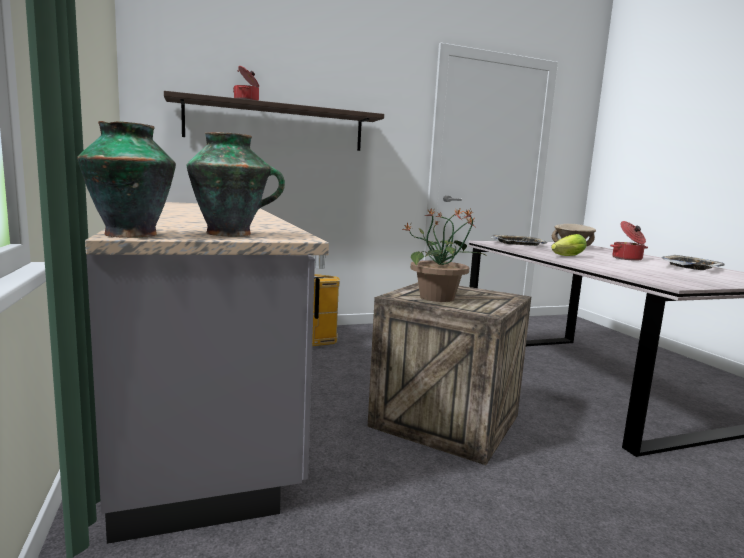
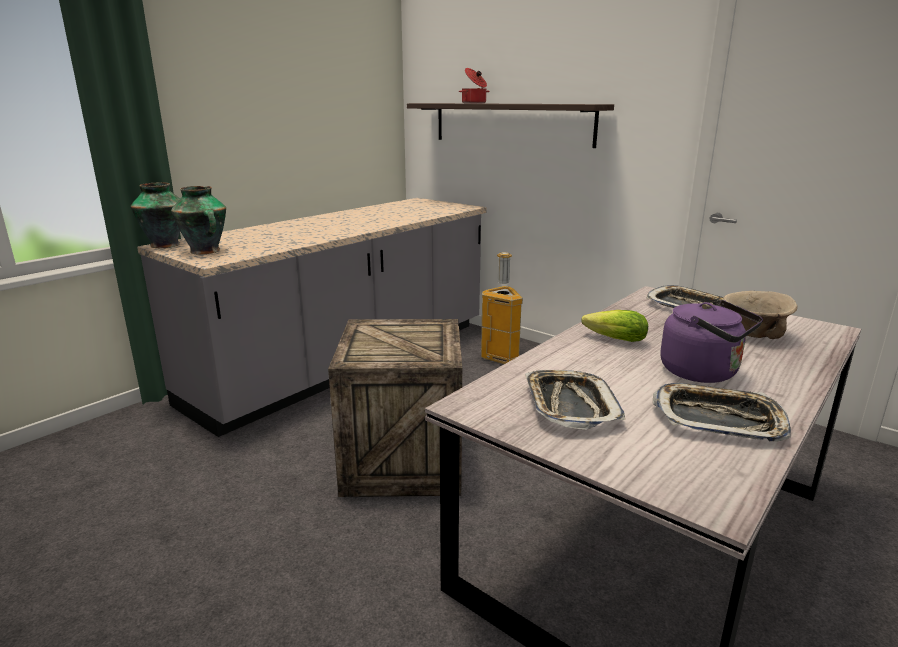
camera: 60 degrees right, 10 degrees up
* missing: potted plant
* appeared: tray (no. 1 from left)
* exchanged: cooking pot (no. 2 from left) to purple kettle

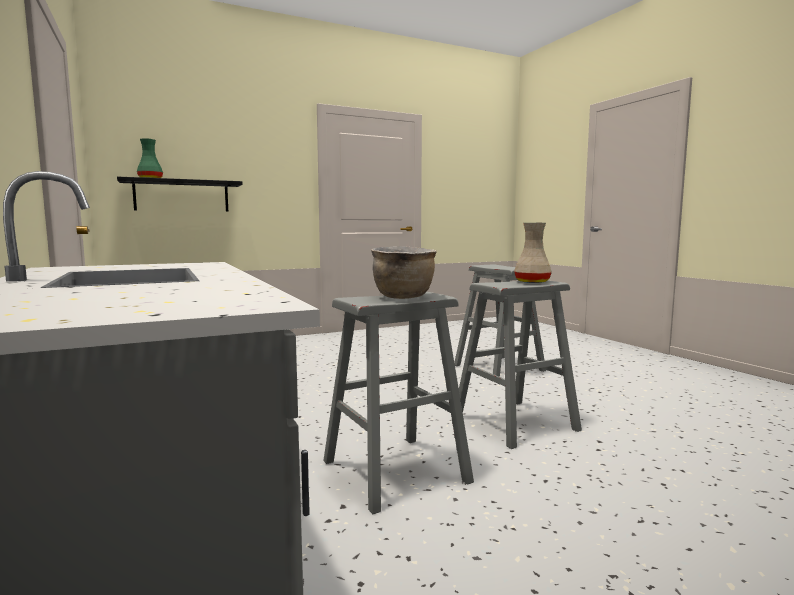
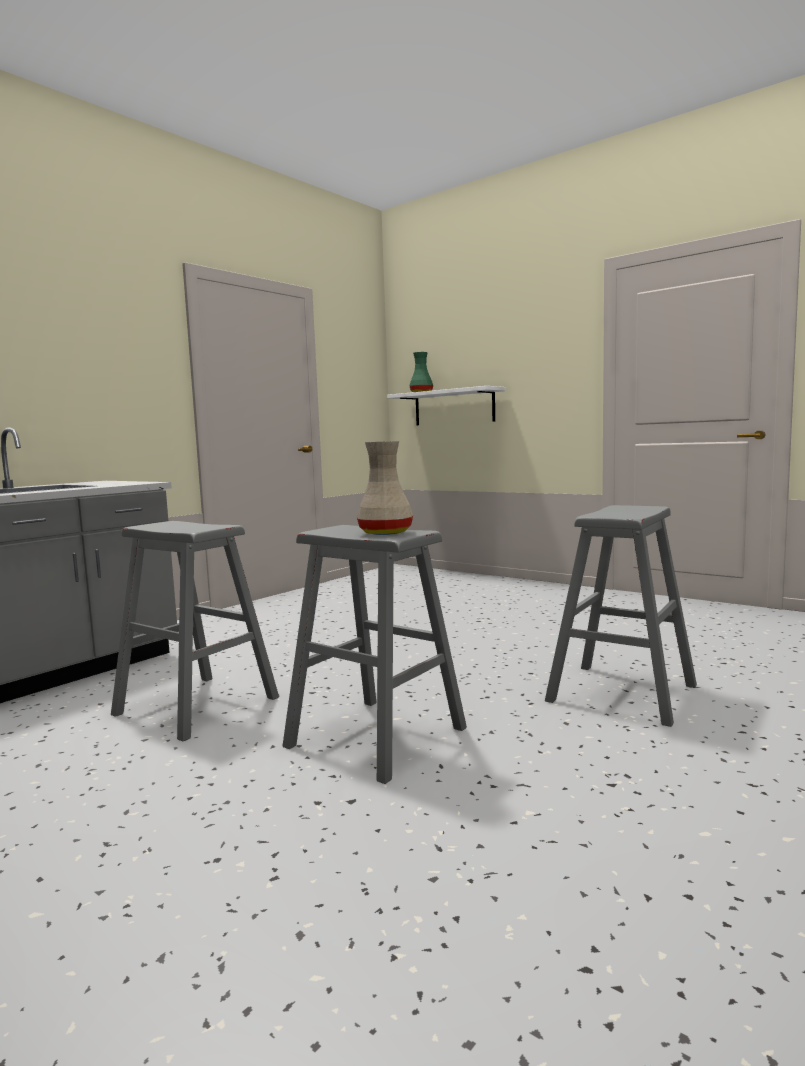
camera: 65 degrees right, 0 degrees up
* missing: brown cooking pot
* colour: black shelf to white shelf

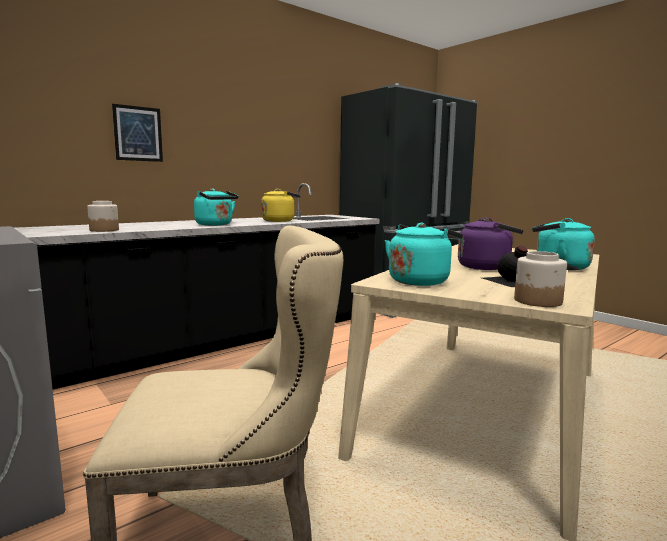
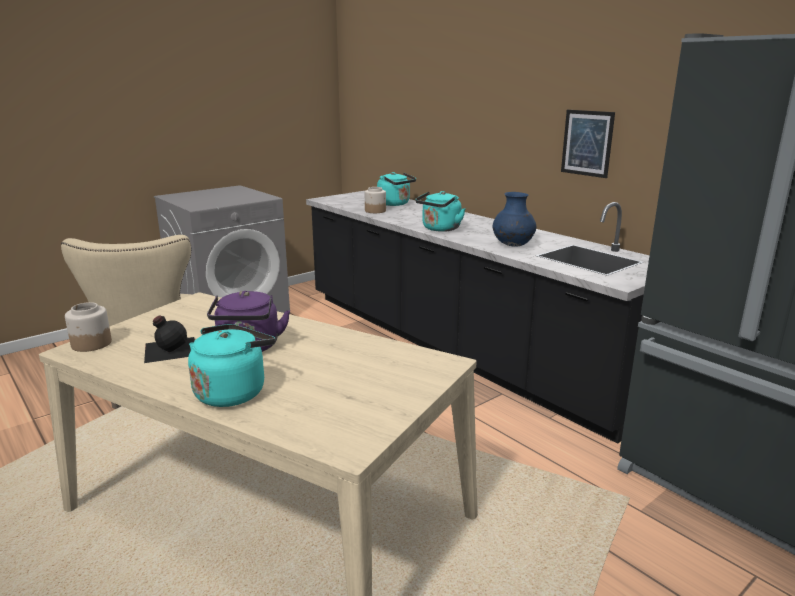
camera: 90 degrees right, 10 degrees up
* relocated: picture
* relocated: turquoise kettle (no. 2 from left)
* exchanged: yellow kettle to blue vase

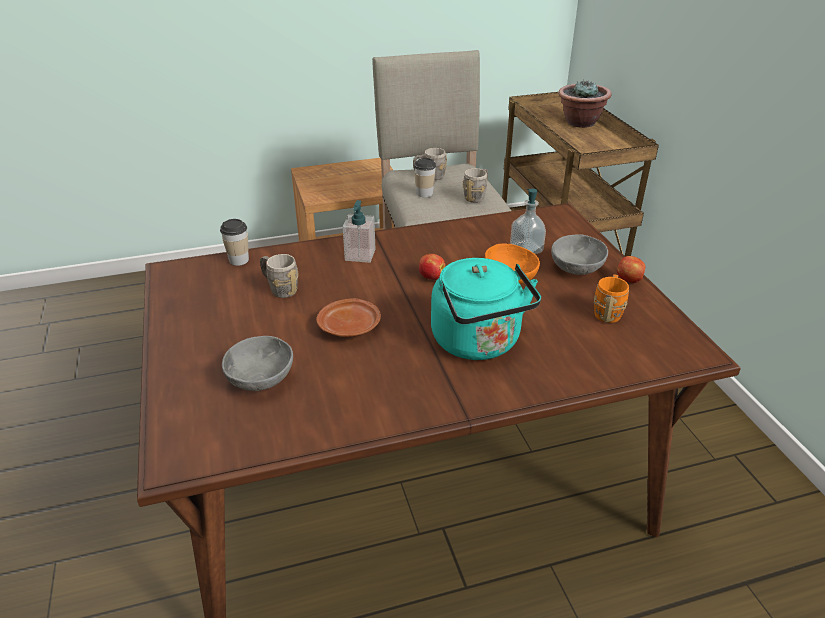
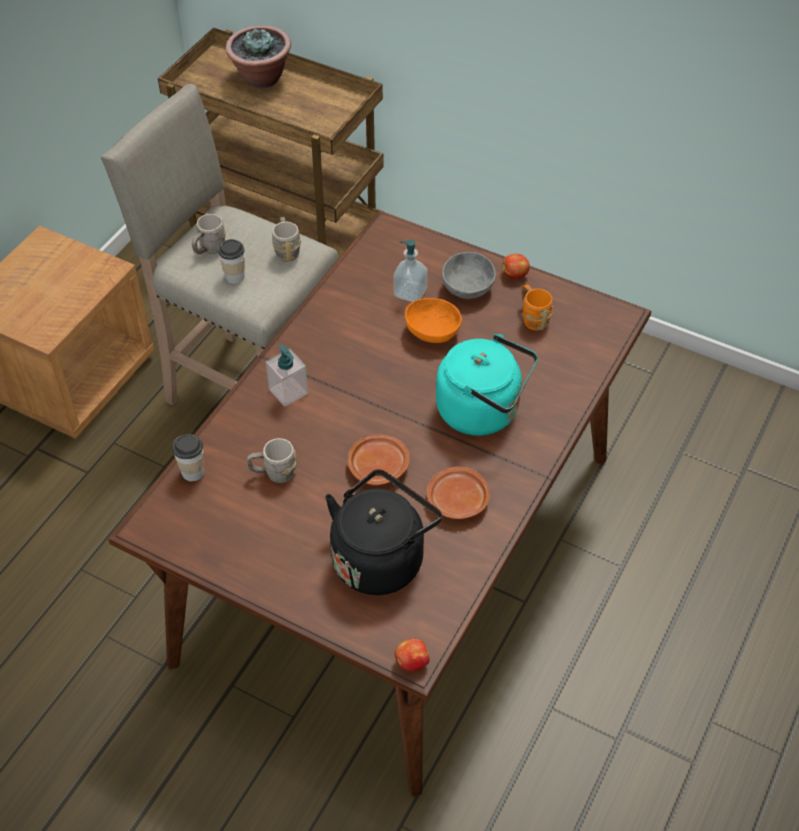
camera: 45 degrees left, 15 degrees up
* appeared: brown plate (no. 2 from left)
* relocated: apple (no. 1 from left)
* exchanged: grey bowl (no. 1 from left) to black kettle

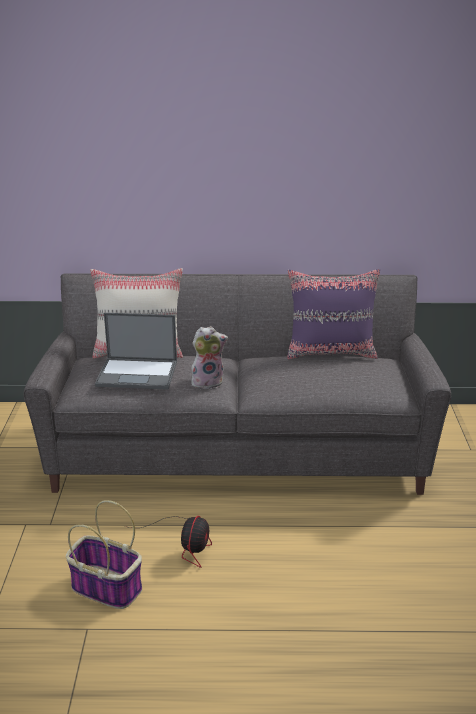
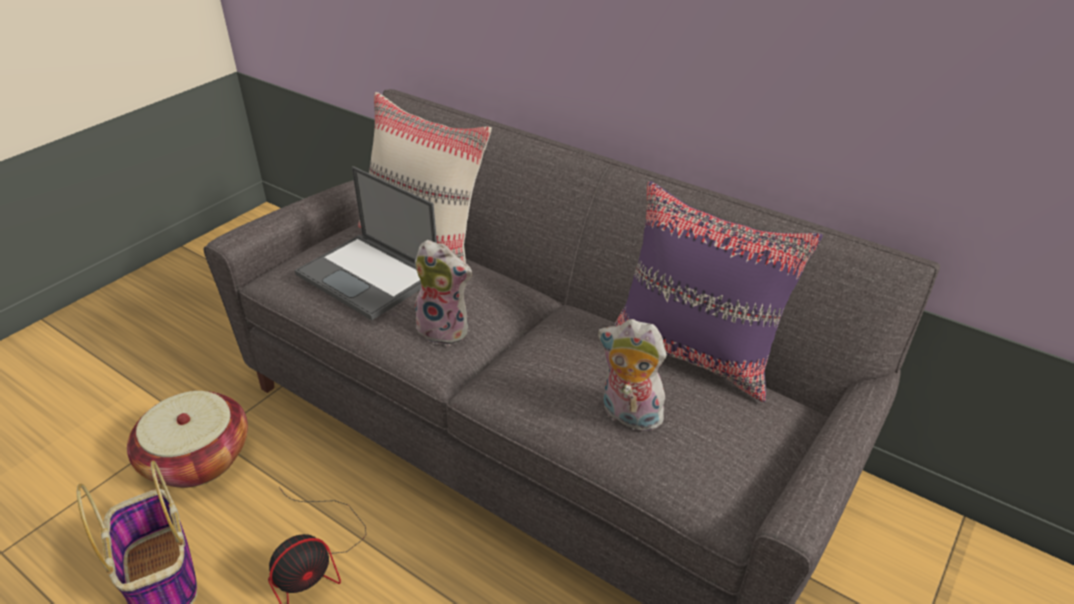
camera: 35 degrees right, 10 degrees up
* appeared: basket (no. 2 from left)
* appeared: plush toy (no. 2 from left)

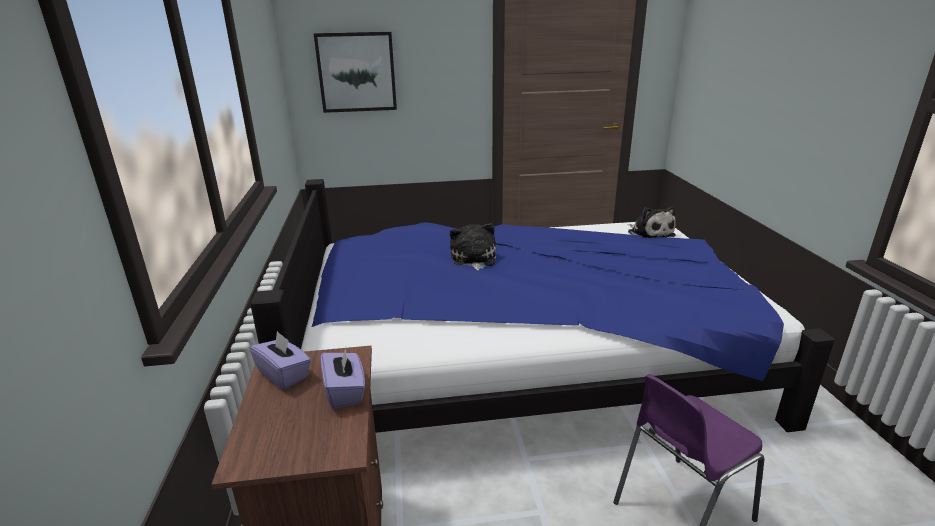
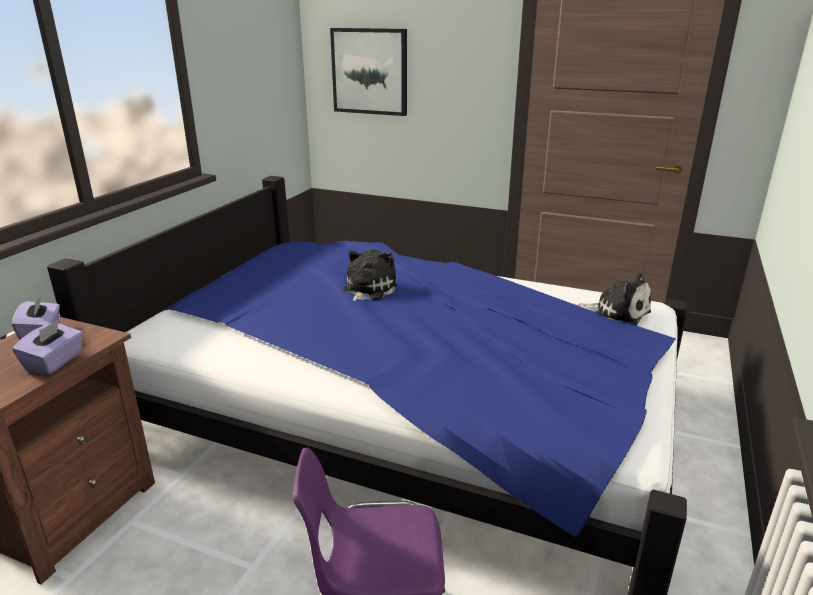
camera: 30 degrees right, 0 degrees up
* spun: plush toy (no. 2 from left) 60 degrees counterclockwise

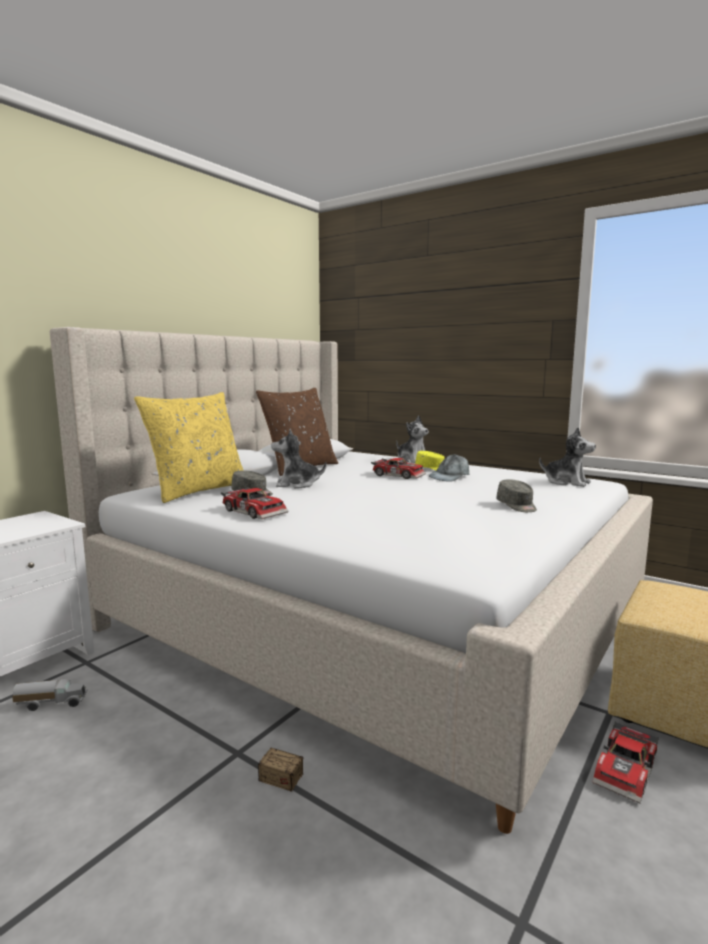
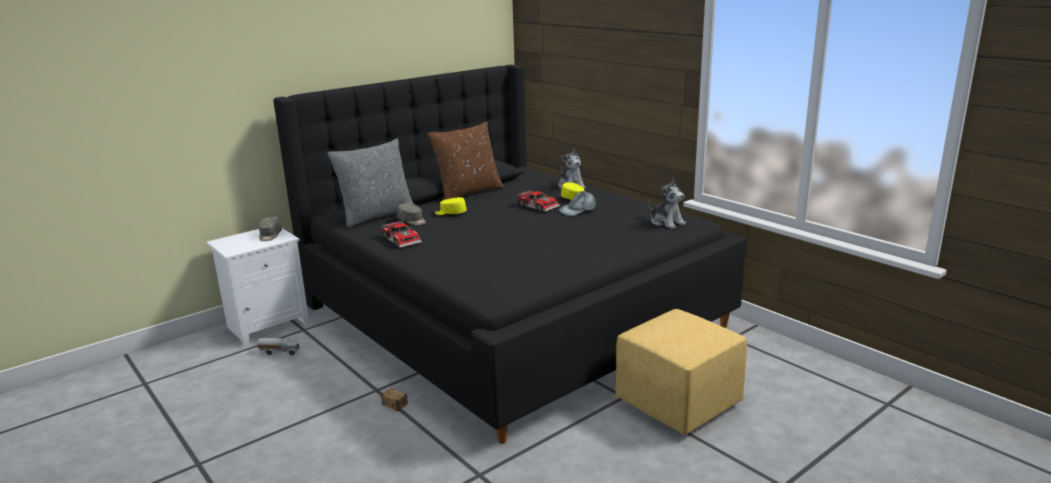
camera: 15 degrees right, 10 degrees up
* missing: toy car (no. 3 from left)
* relocated: grey cap (no. 3 from left in the first image) to grey cap (no. 1 from left)
* exchanged: plush toy (no. 1 from left) to yellow cap (no. 1 from left)
* colour: beige bed to black bed
* colour: yellow pillow to grey pillow

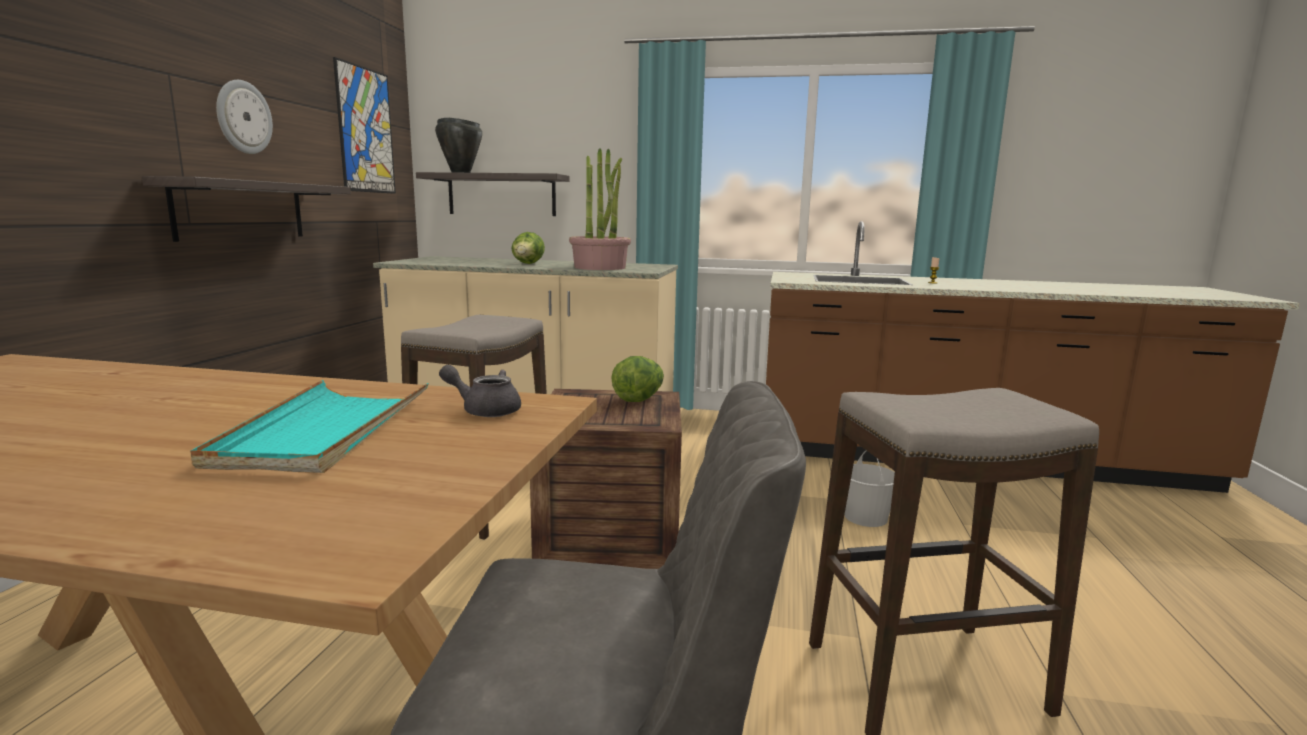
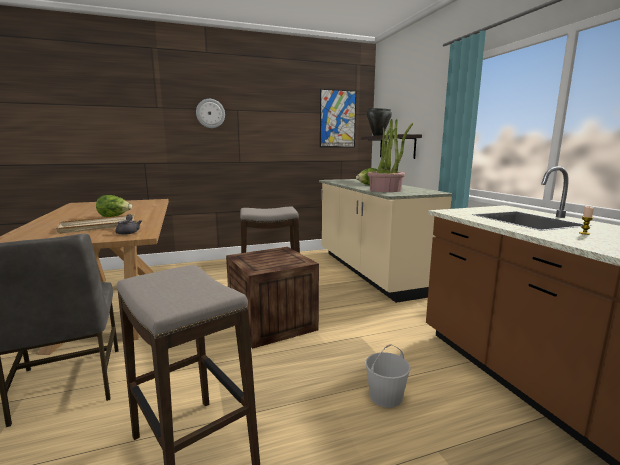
camera: 60 degrees right, 0 degrees up
* missing: shelf (no. 1 from left)
* relocated: wall clock
* relocated: lettuce (no. 2 from left in the first image) to lettuce (no. 1 from left)
* colour: turquoise tray to beige tray

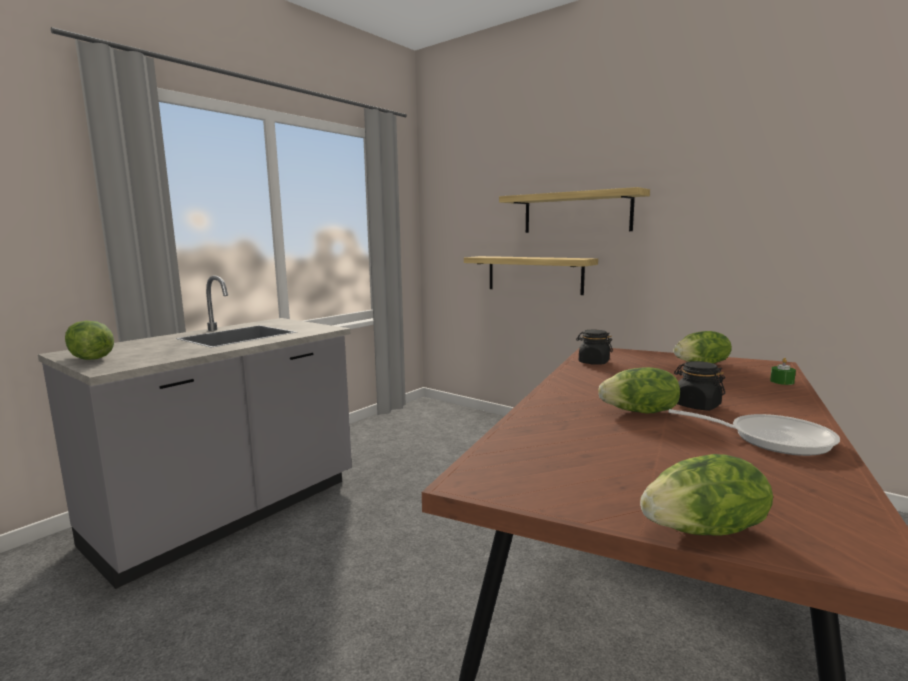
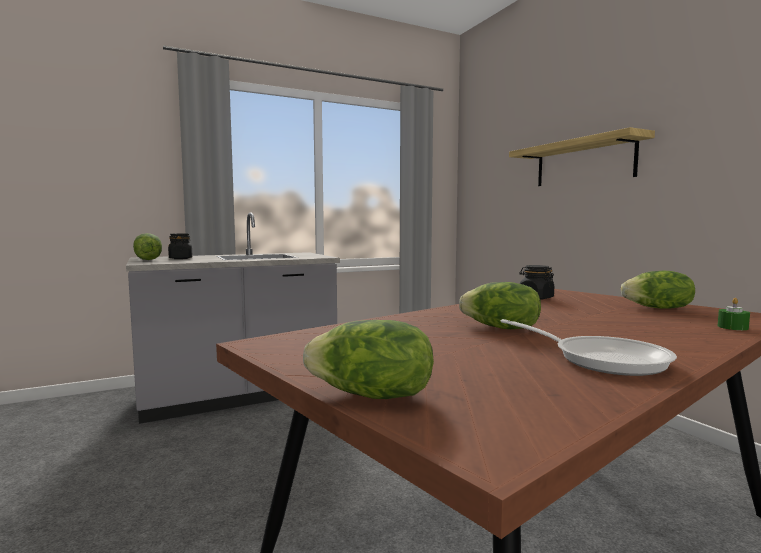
camera: 25 degrees right, 5 degrees down
* missing: shelf (no. 1 from left)
* relocated: black jar (no. 2 from left in the first image) to black jar (no. 1 from left)

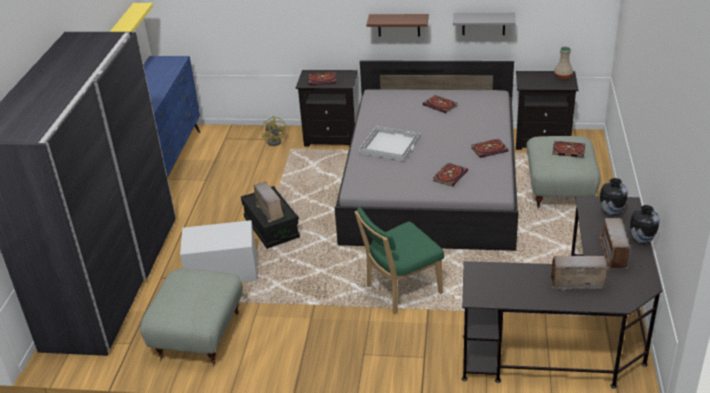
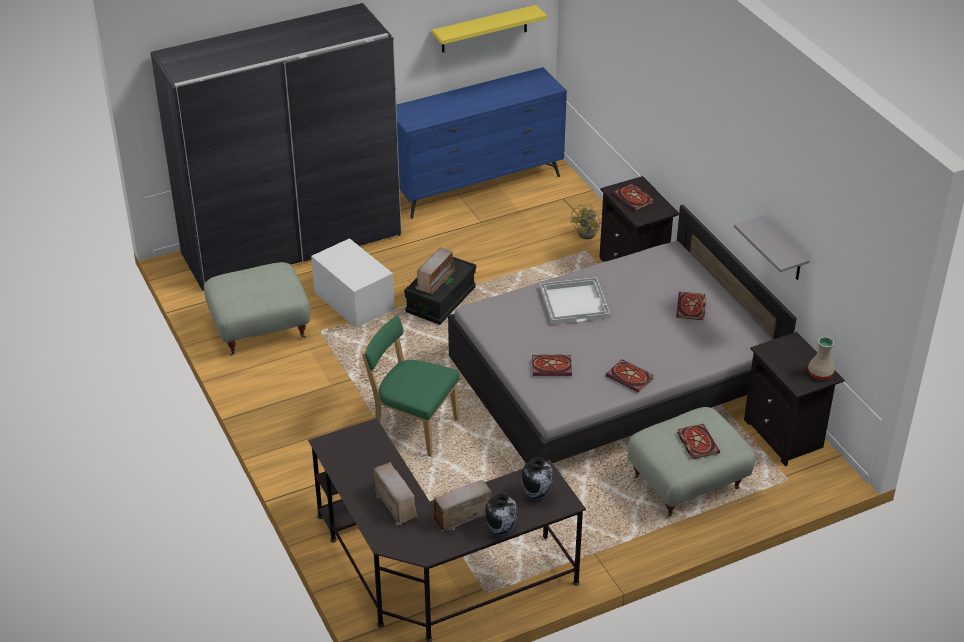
camera: 55 degrees right, 5 degrees up
* missing: brown shelf

